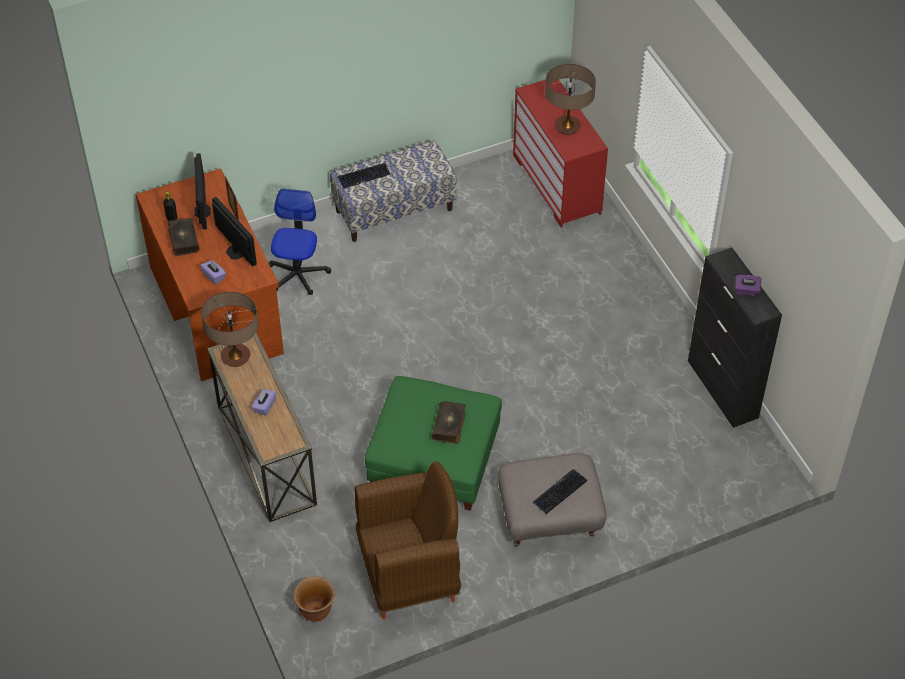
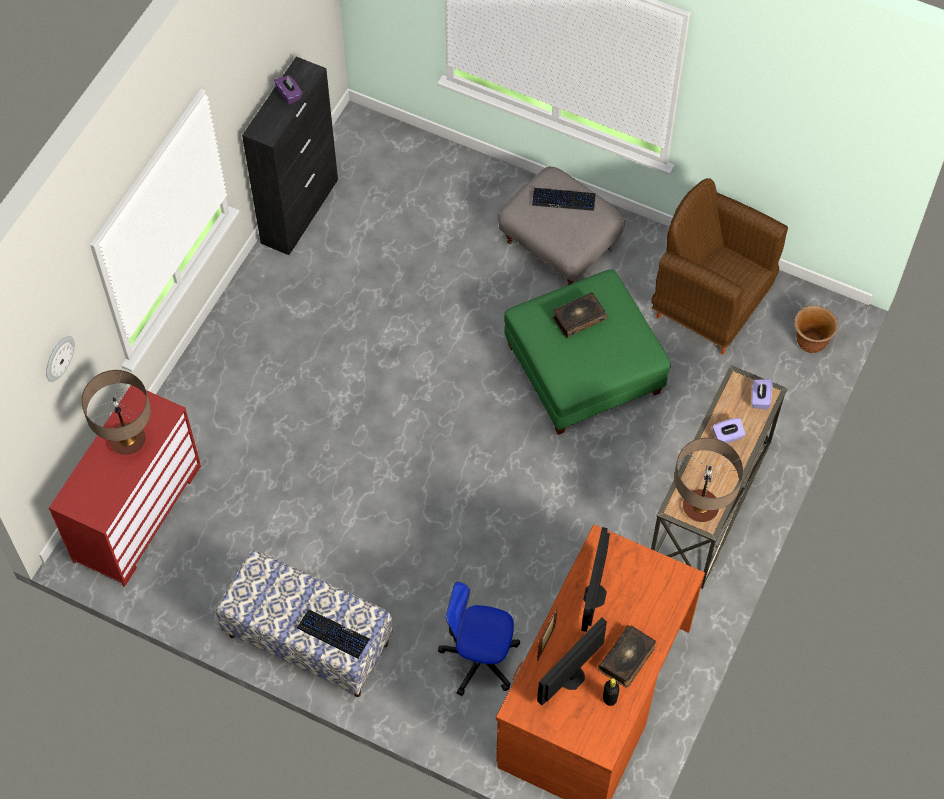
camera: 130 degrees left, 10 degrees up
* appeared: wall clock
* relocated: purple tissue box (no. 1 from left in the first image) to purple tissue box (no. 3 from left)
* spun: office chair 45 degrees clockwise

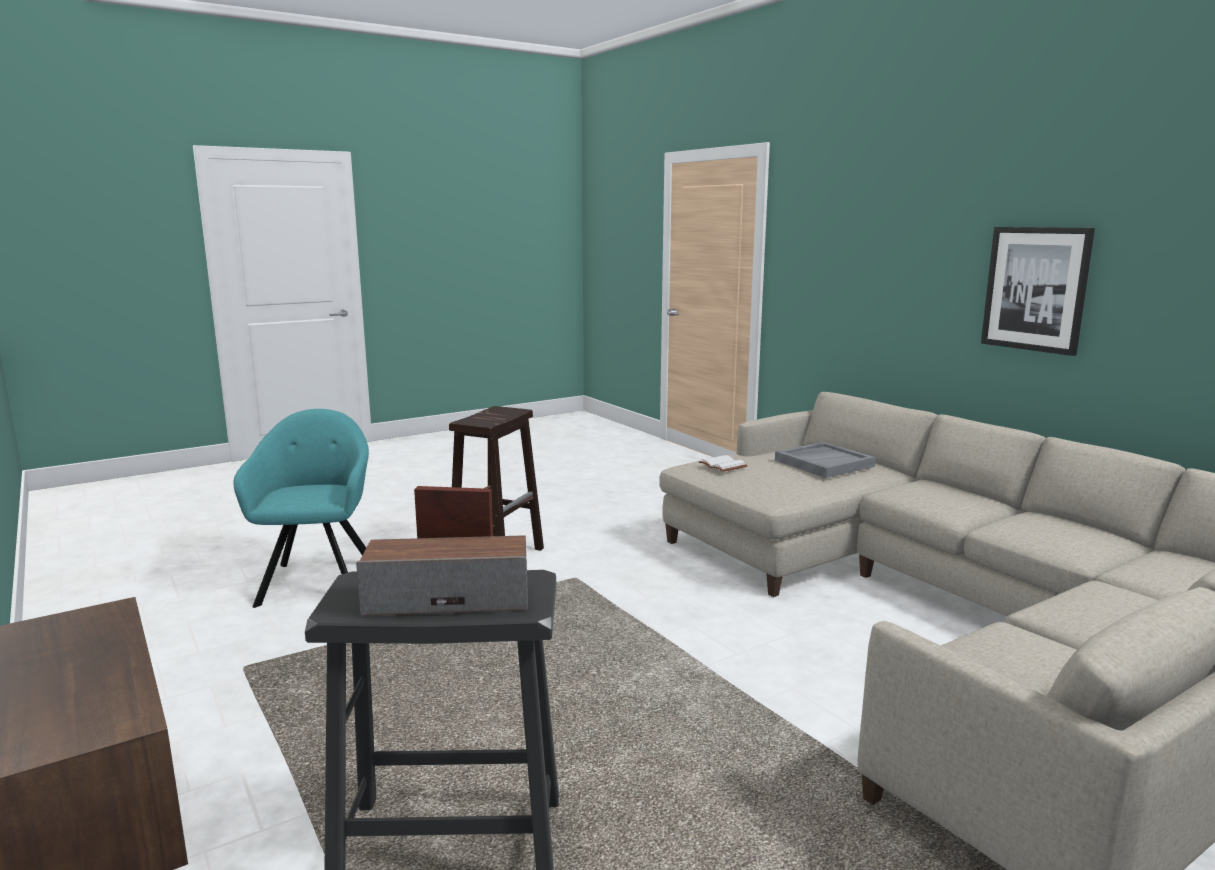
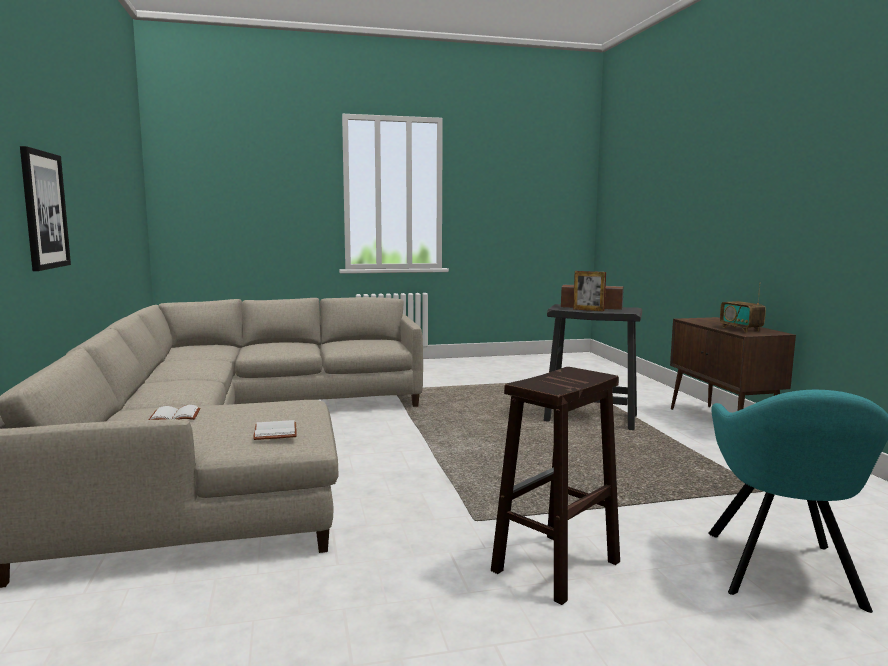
camera: 160 degrees left, 5 degrees down
* appeared: radio
* exchanged: grey tray to white book (no. 1 from left)

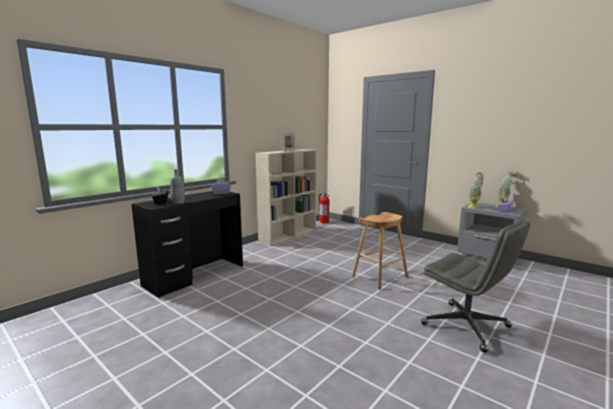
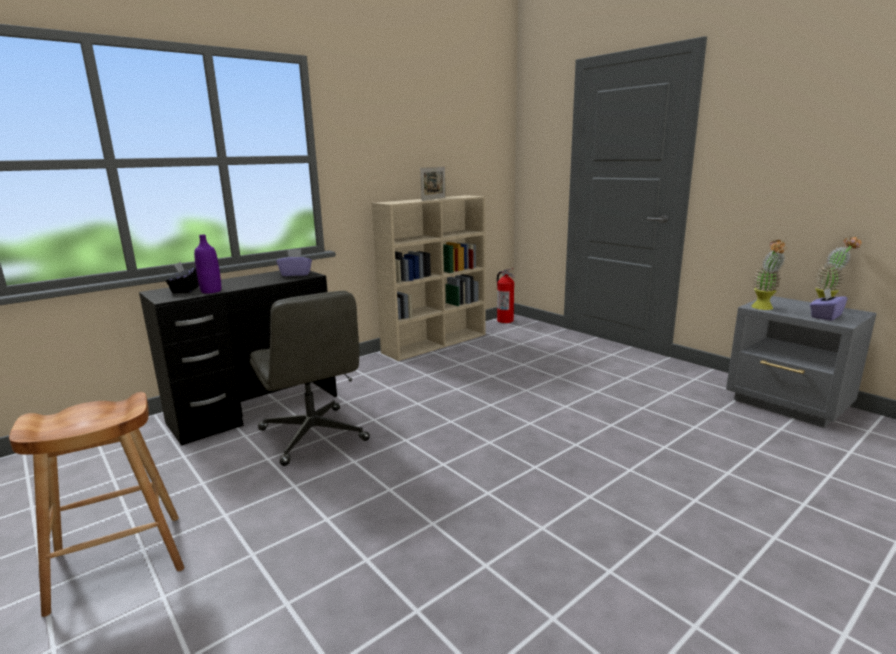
camera: 10 degrees right, 5 degrees up
* relocated: brown stool
* relocated: grey office chair
* colour: grey bottle to purple bottle

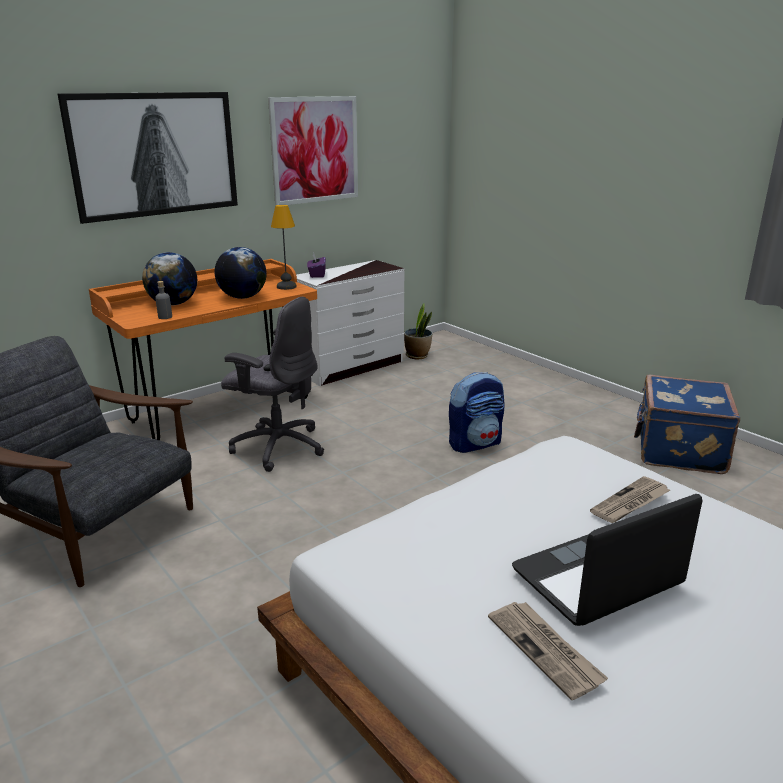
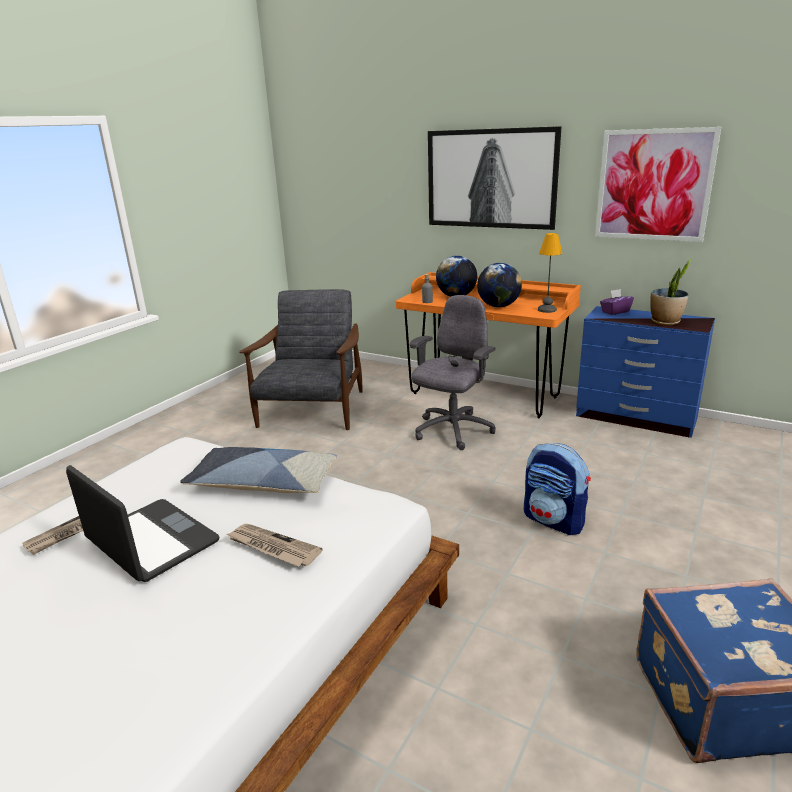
camera: 70 degrees right, 0 degrees up
* appeared: pillow
* relocated: potted plant
* colour: white dresser to blue dresser
* spun: grey office chair 150 degrees counterclockwise

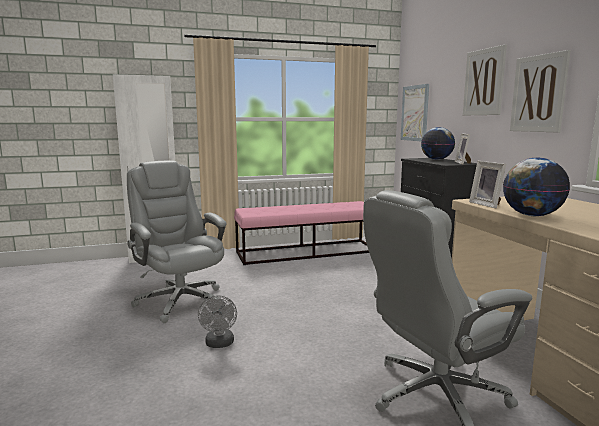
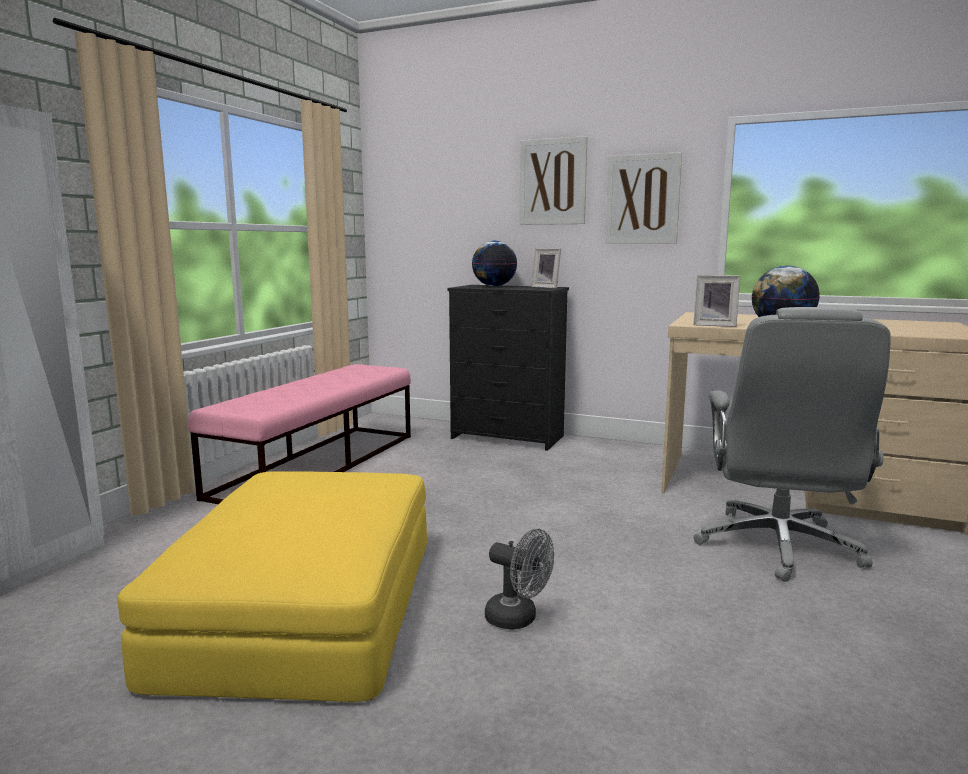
camera: 50 degrees left, 0 degrees up
* missing: picture (no. 1 from left)
* exchanged: grey office chair (no. 1 from left) to yellow ottoman

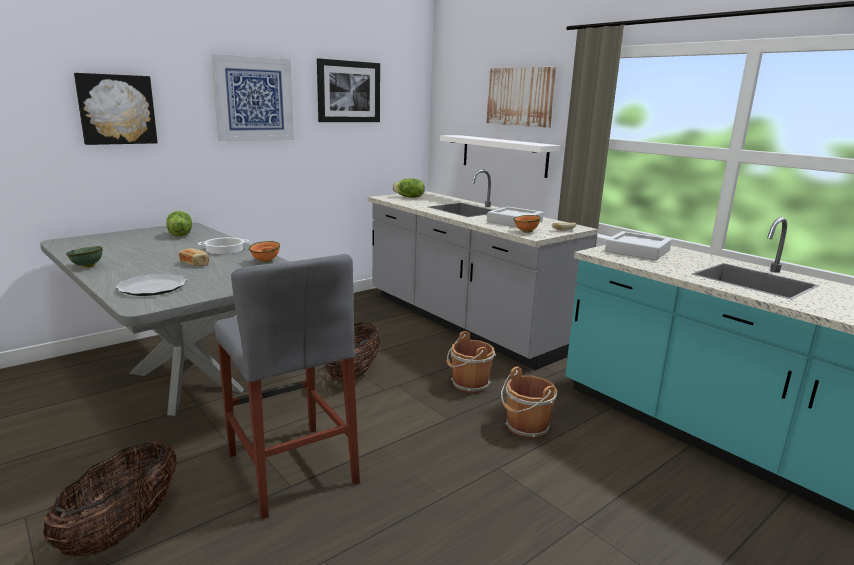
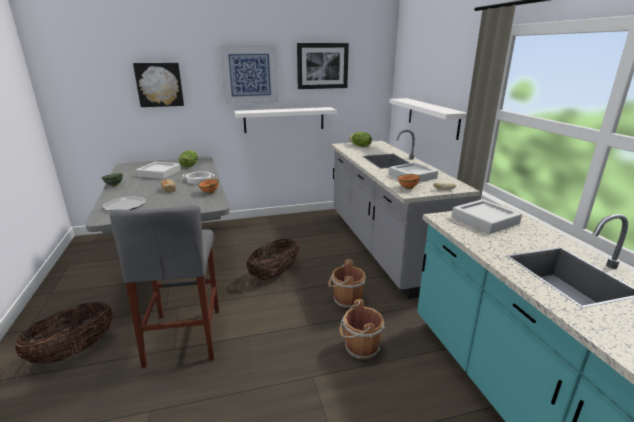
camera: 25 degrees right, 5 degrees up
* missing: picture (no. 4 from left)
* appeared: grey tray (no. 1 from left)
* appeared: white shelf (no. 1 from left)

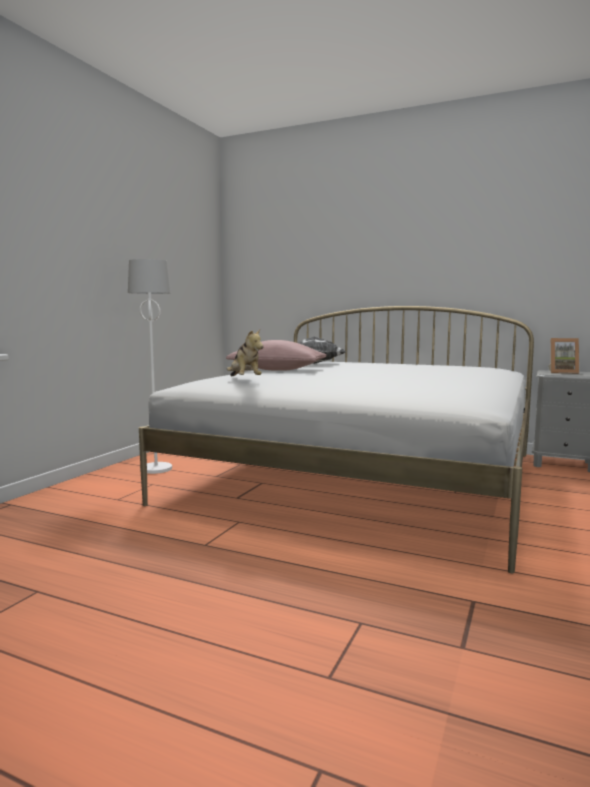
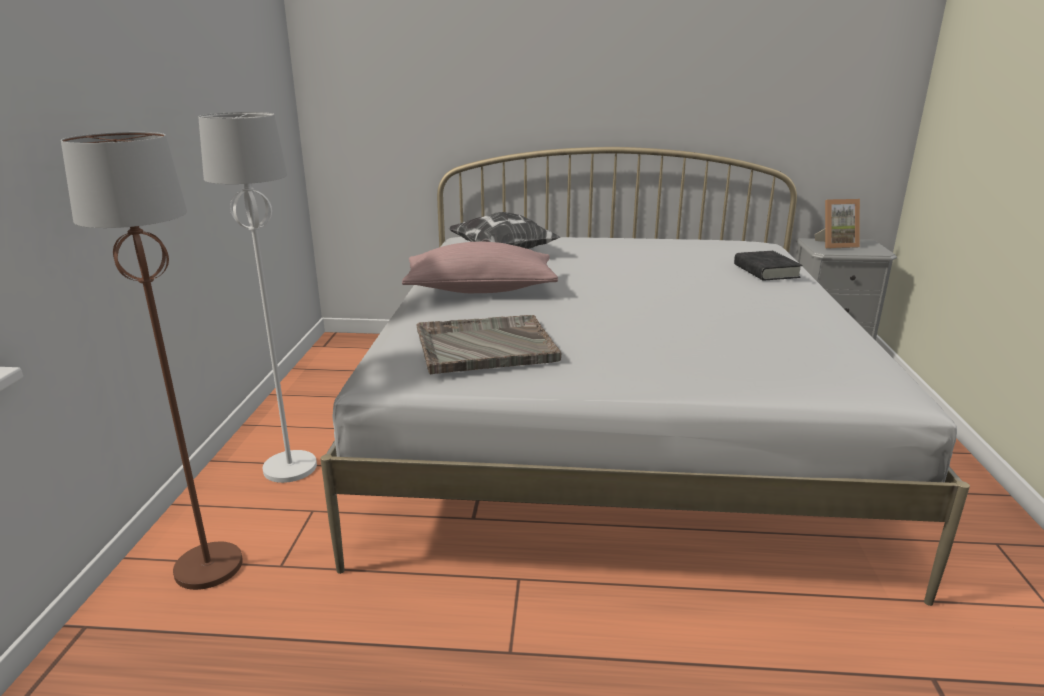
camera: 20 degrees left, 15 degrees up
* appeared: brown floor lamp
* appeared: black book
* exchanged: plush toy to grey tray

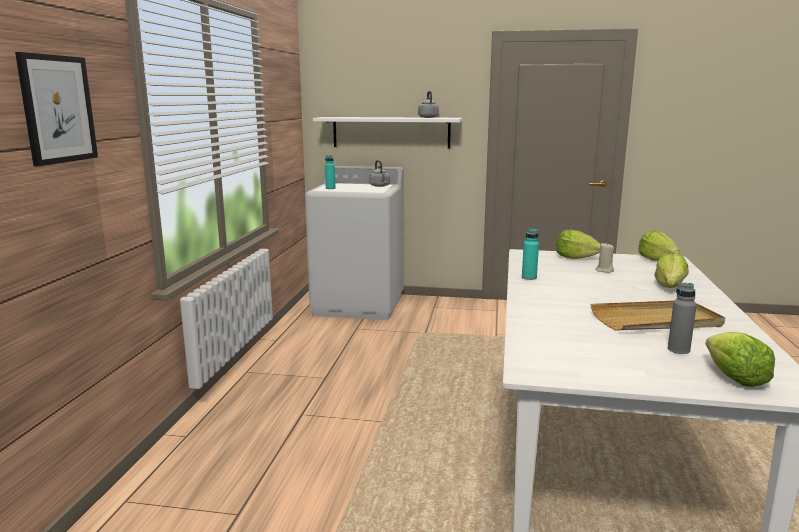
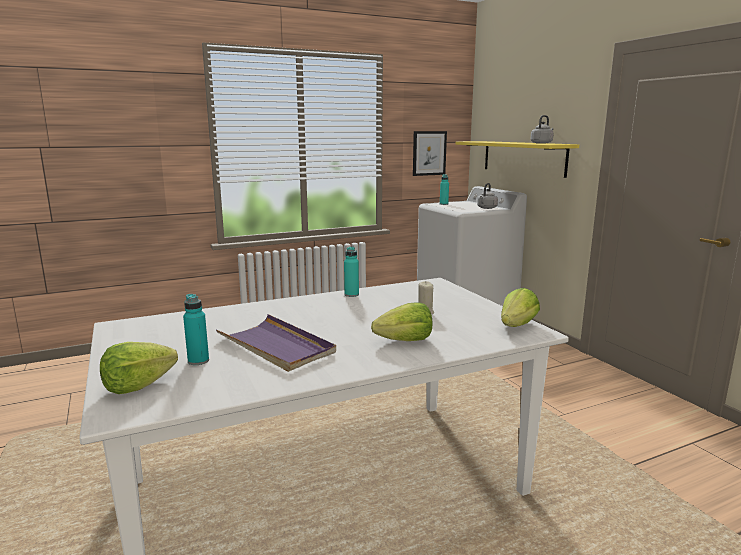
camera: 55 degrees right, 0 degrees up
* missing: lettuce (no. 1 from left)
* relocated: picture
* colour: white shelf to yellow shelf
* colour: beige tray to purple tray
* colour: grey bottle to turquoise bottle (no. 1 from left)

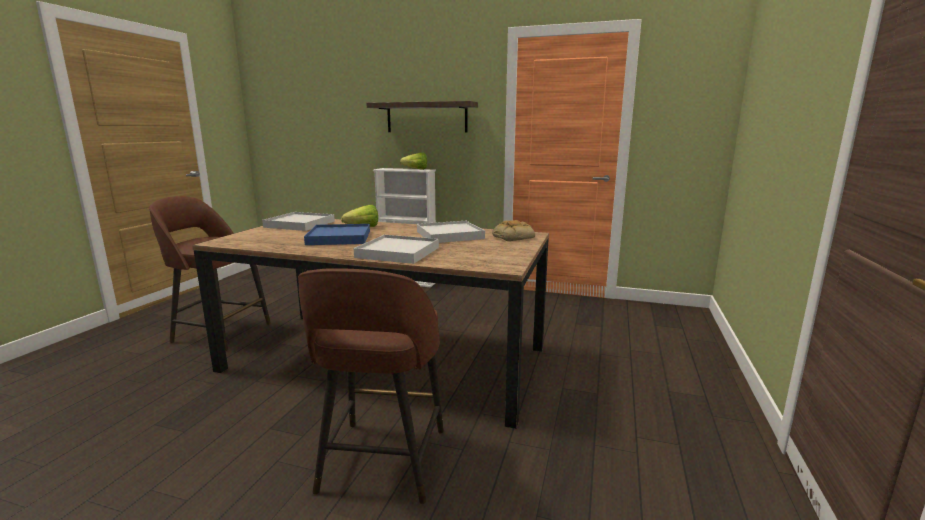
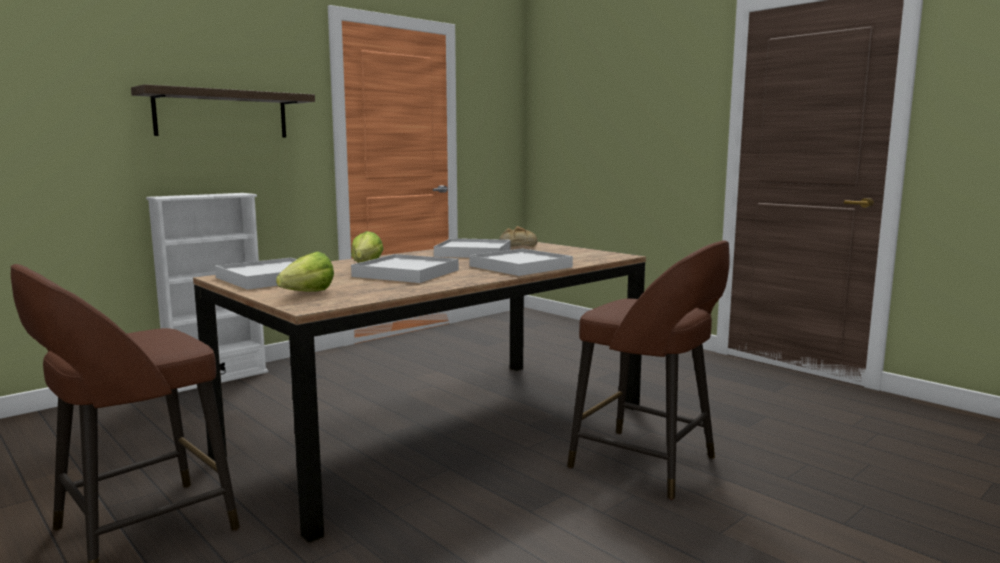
camera: 60 degrees left, 5 degrees down
* relocated: lettuce (no. 2 from left in the first image) to lettuce (no. 1 from left)
* colour: blue tray to white tray (no. 2 from left)

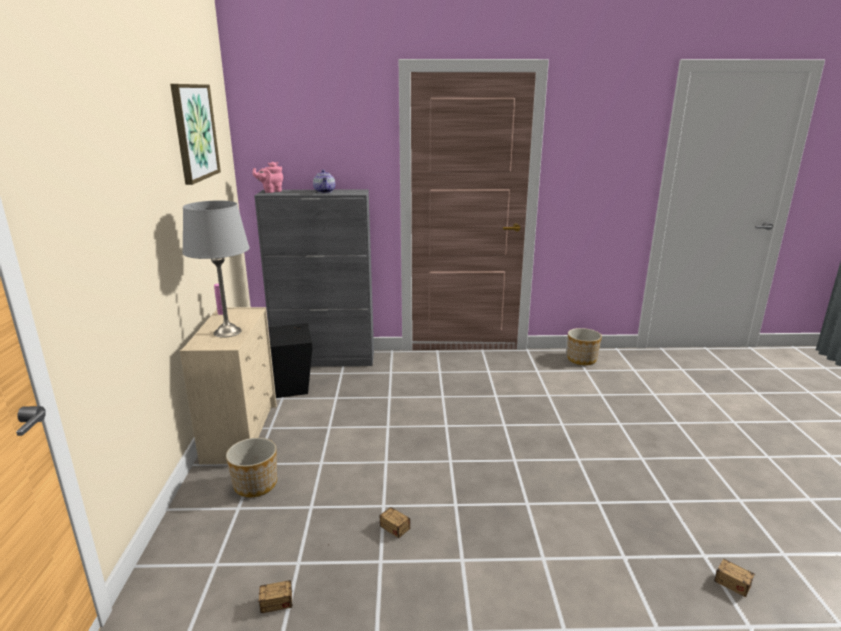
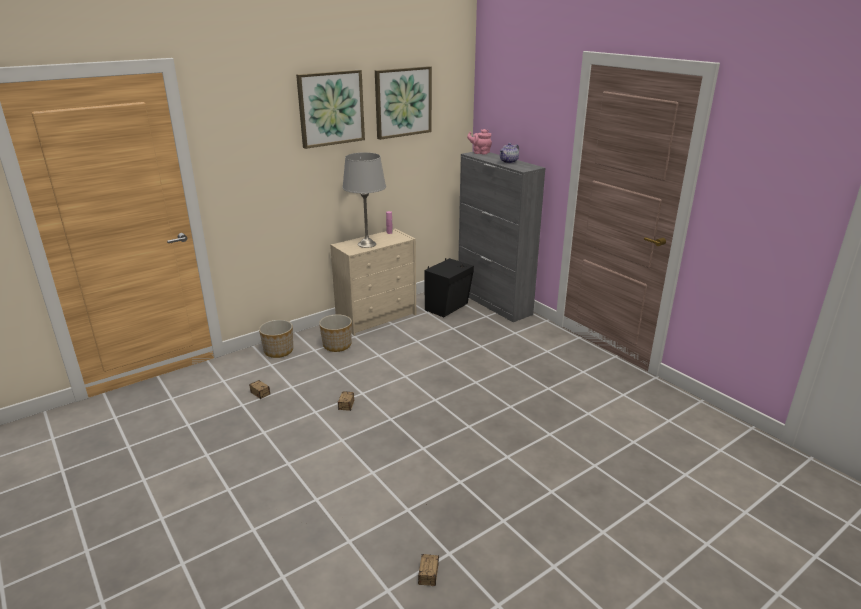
camera: 55 degrees right, 5 degrees up
* appeared: picture (no. 1 from left)
* relocated: planter (no. 2 from left in the first image) to planter (no. 1 from left)

